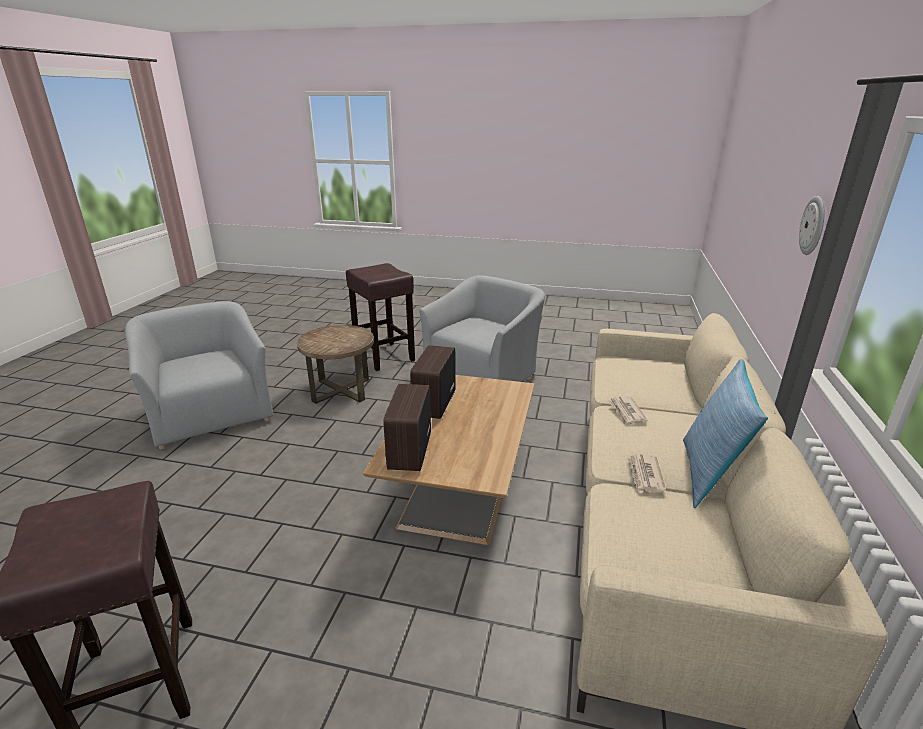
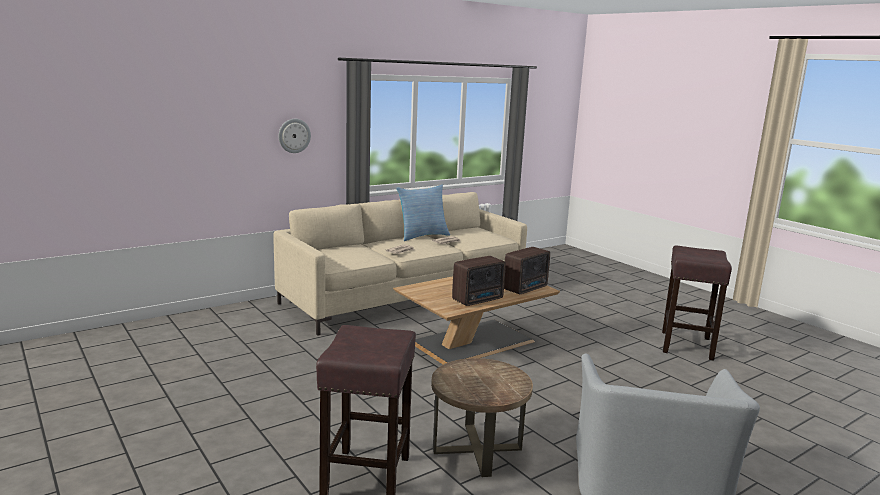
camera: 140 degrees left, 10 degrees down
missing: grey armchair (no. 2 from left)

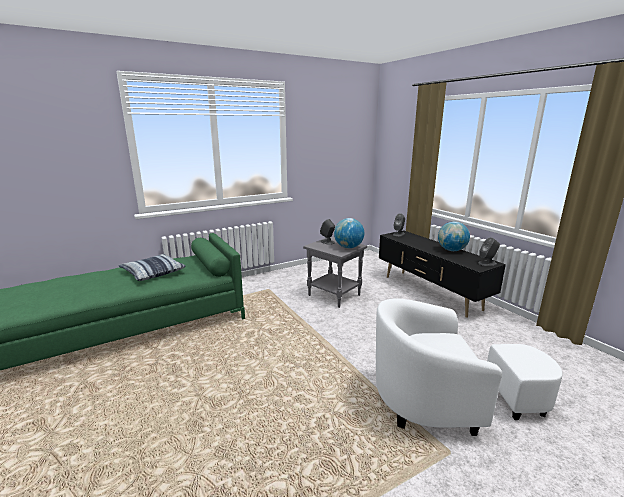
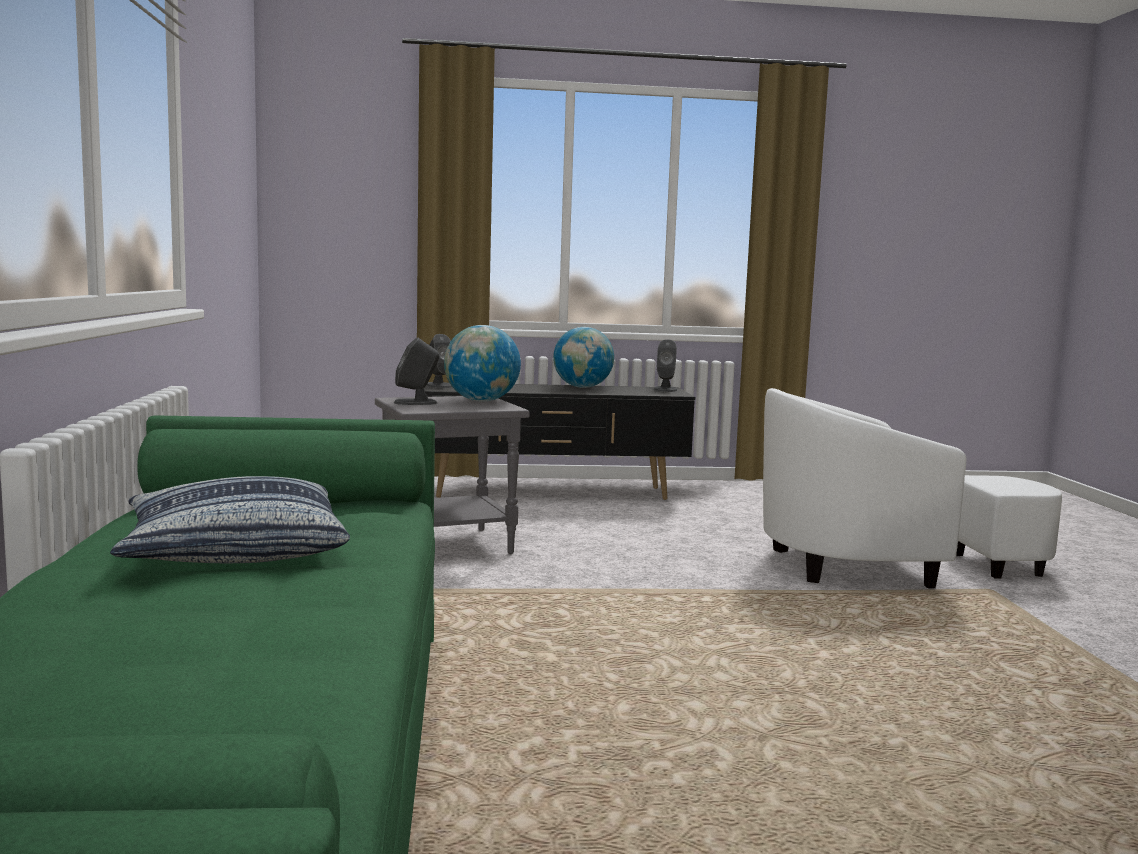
camera: 65 degrees left, 10 degrees down
spun: white armchair 60 degrees clockwise

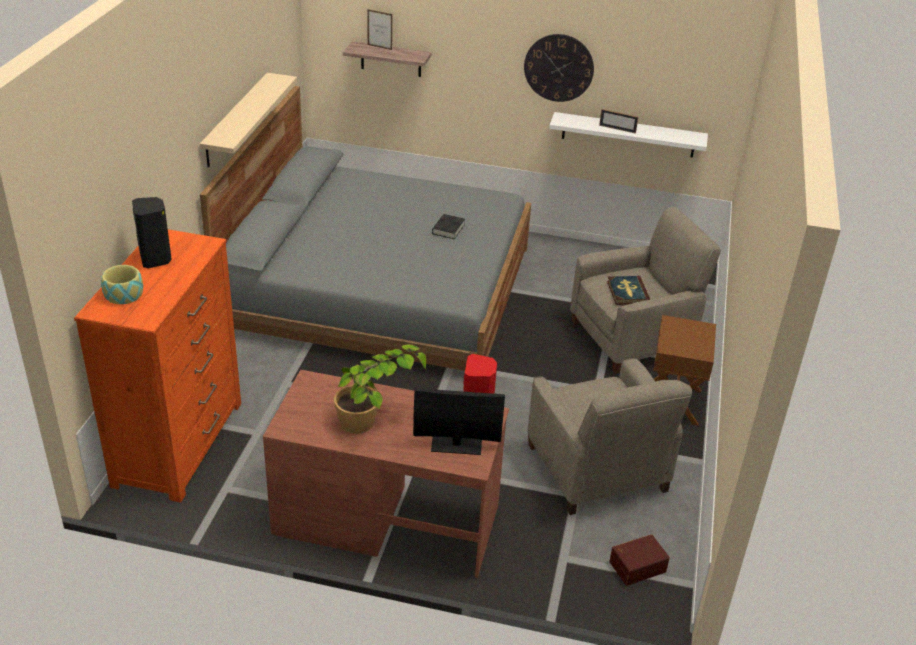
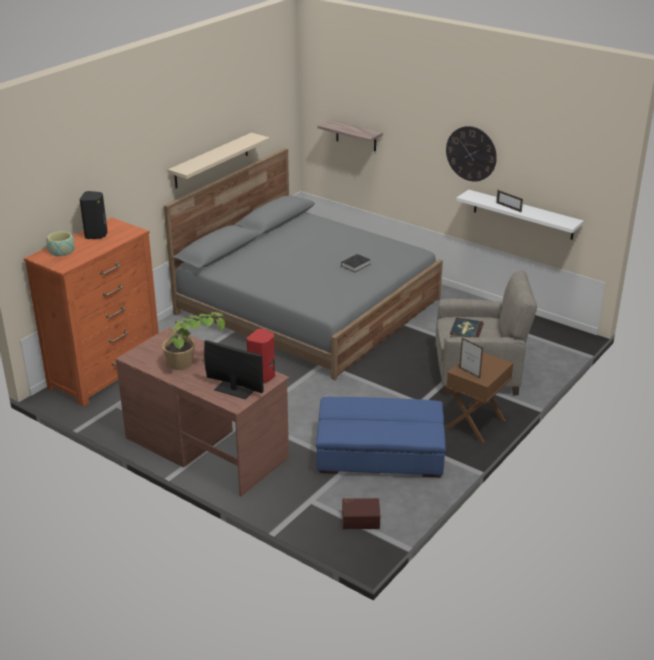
camera: 25 degrees right, 5 degrees down
relocated: picture frame (no. 1 from left)
exchanged: beige armchair (no. 1 from left) to blue ottoman

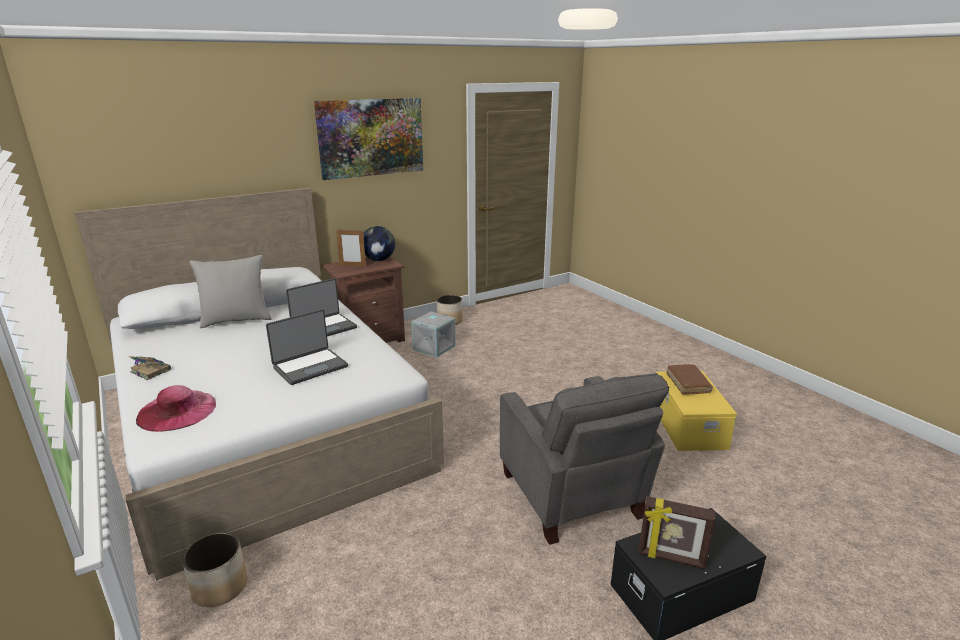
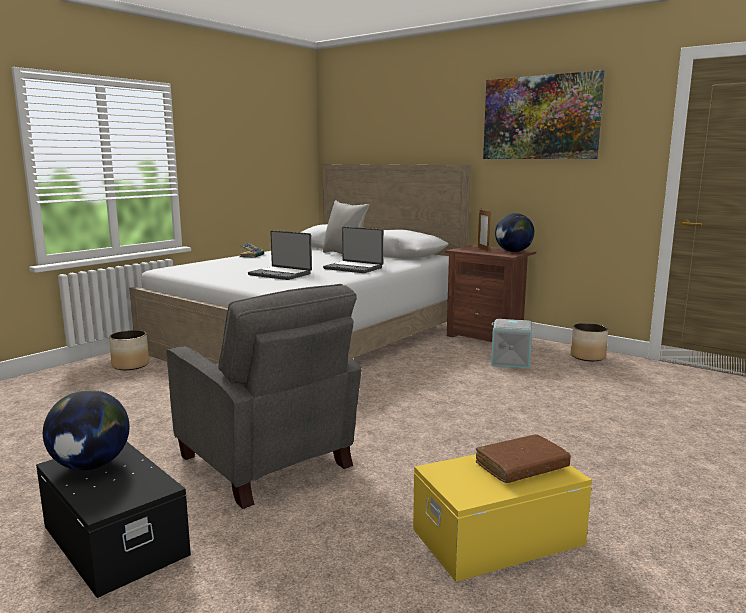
camera: 70 degrees right, 10 degrees down
missing: pink hat
exchanged: picture frame (no. 2 from left) to globe (no. 1 from left)
spun: grey armchair 90 degrees counterclockwise

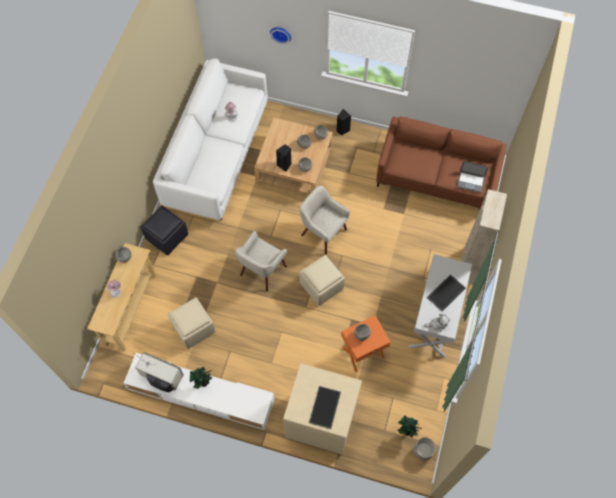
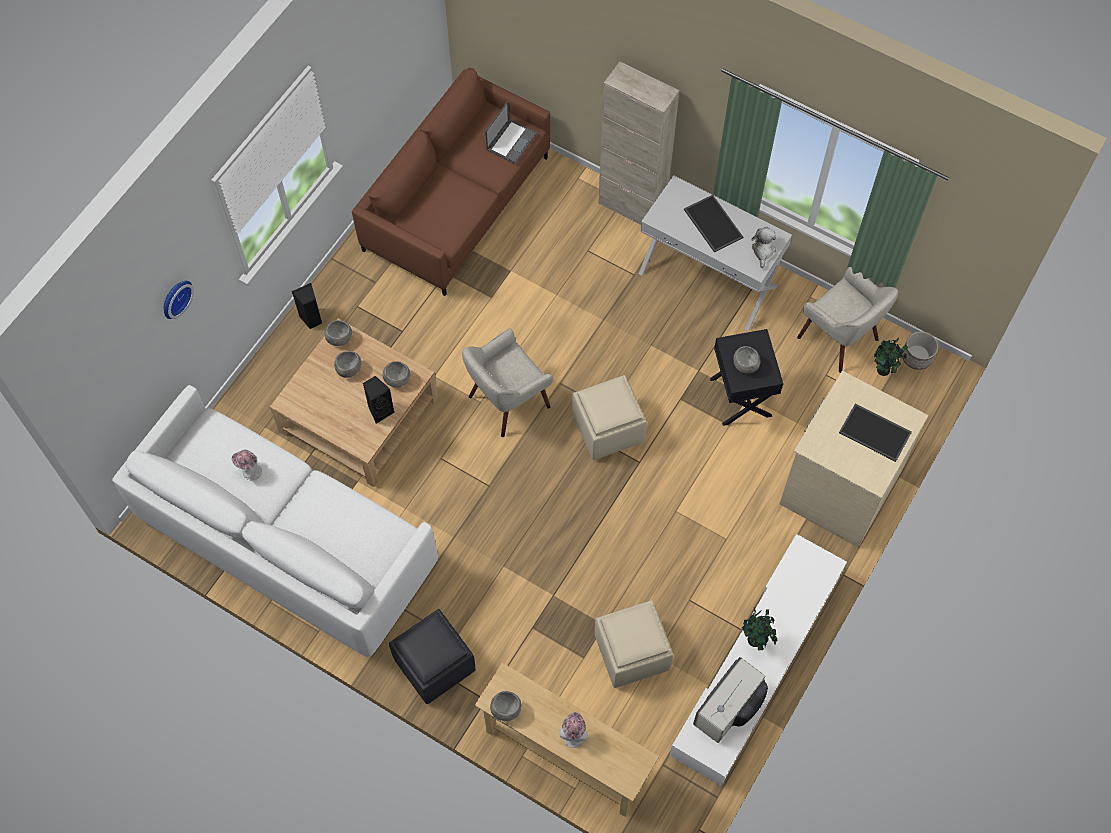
camera: 75 degrees left, 0 degrees up
relocated: beige armchair (no. 1 from left in the first image) to beige armchair (no. 2 from left)
colour: orange side table to black side table

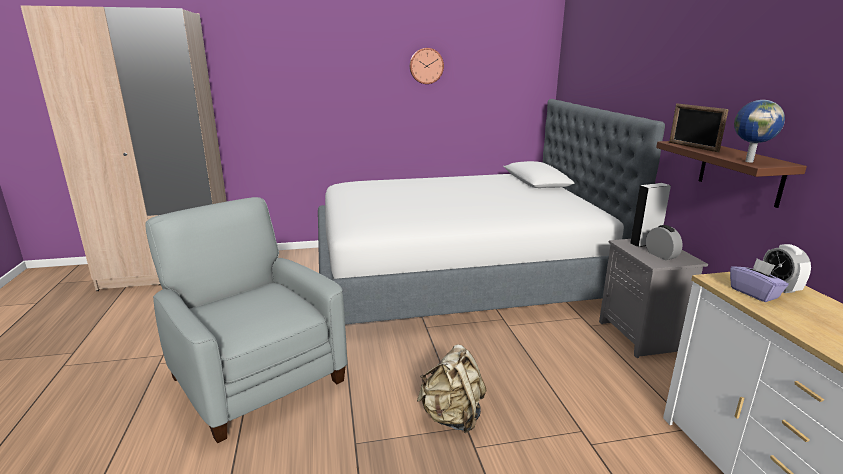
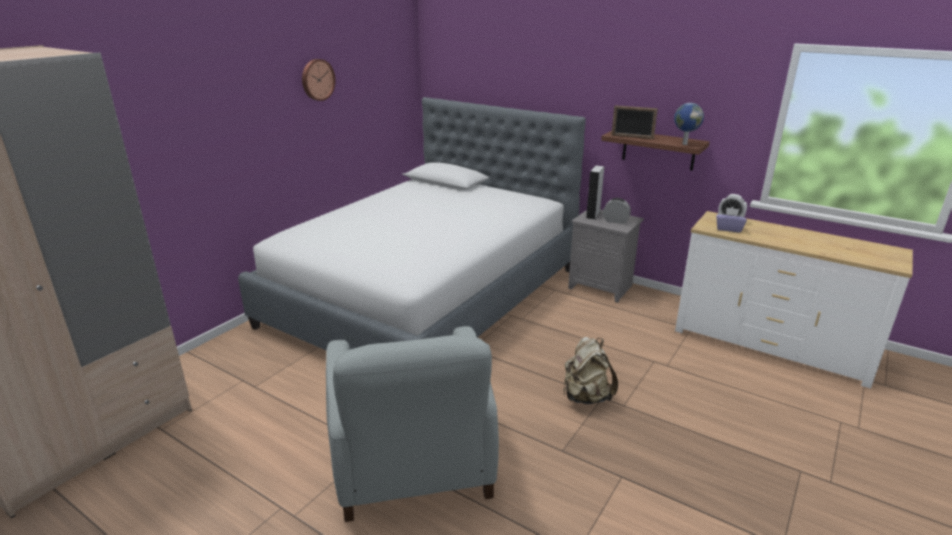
camera: 45 degrees left, 5 degrees up
spun: grey armchair 105 degrees counterclockwise

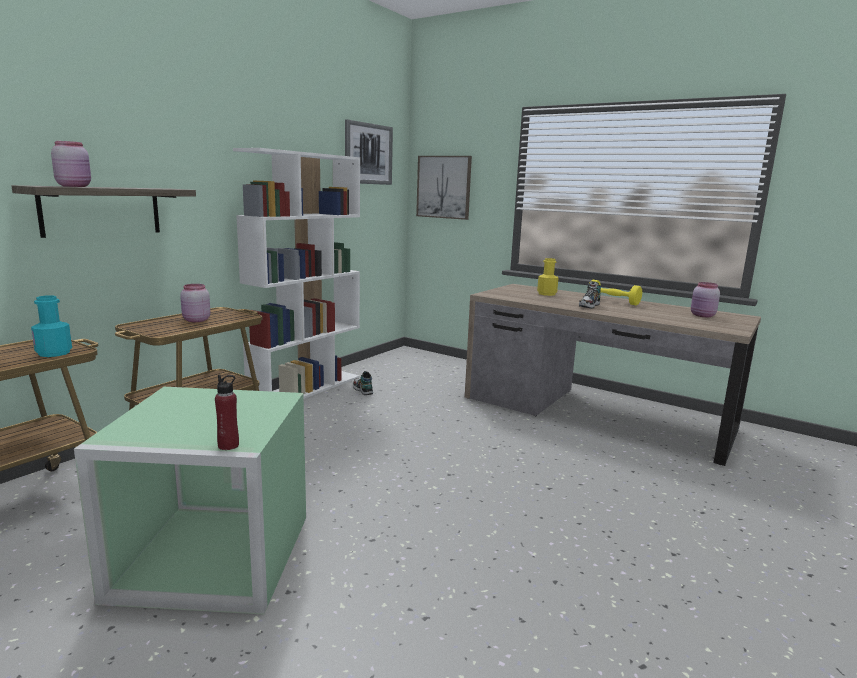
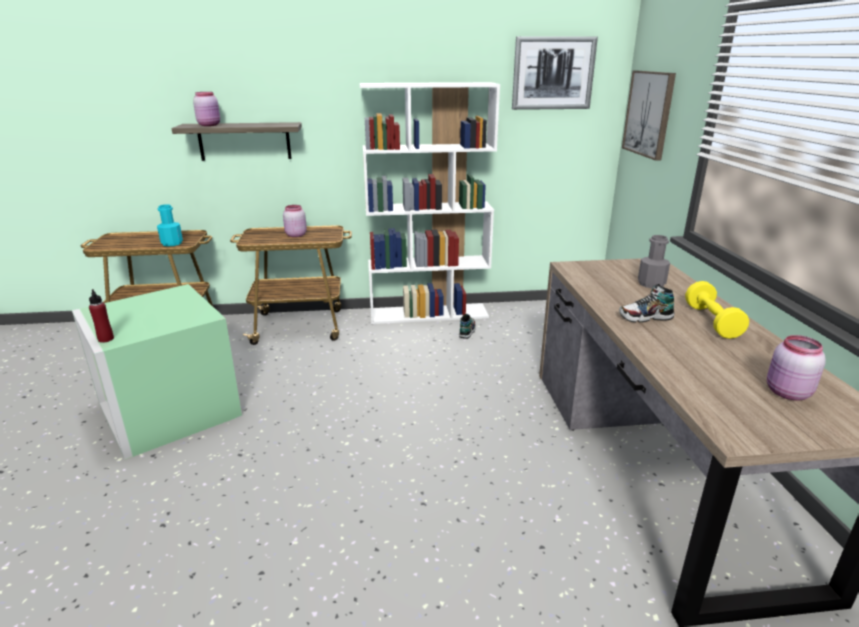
camera: 50 degrees right, 10 degrees up
colour: yellow bottle to grey bottle

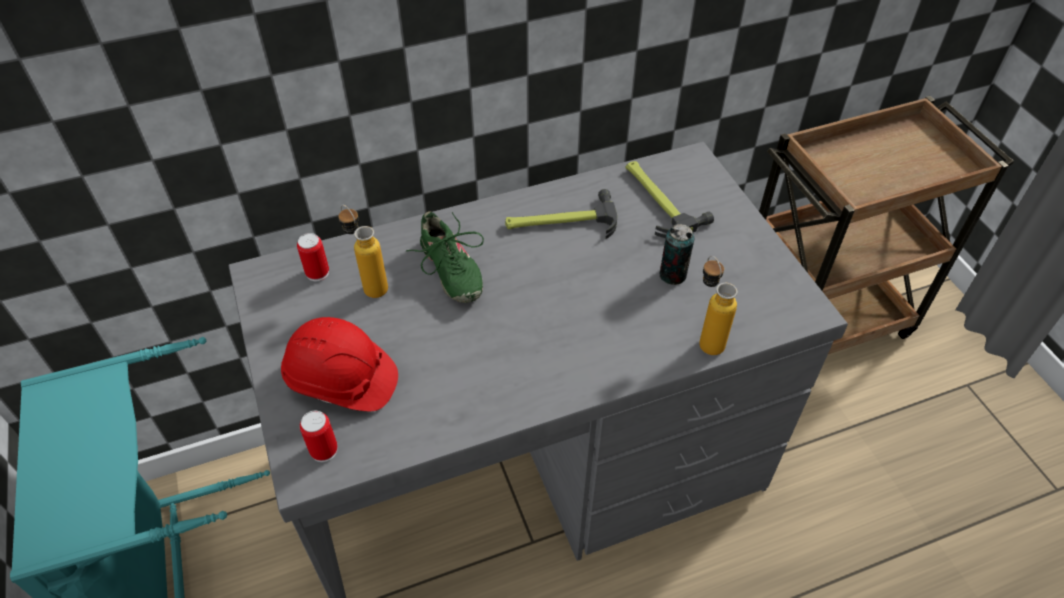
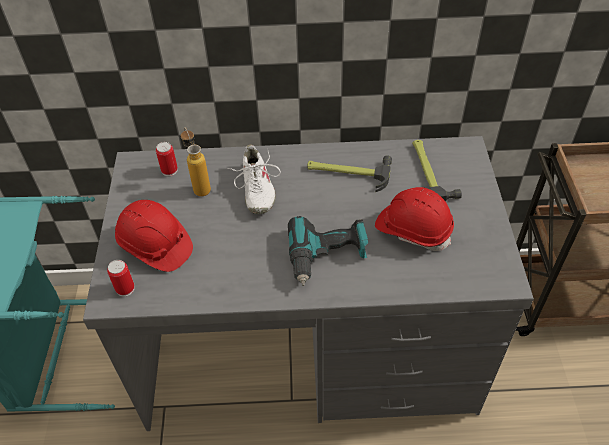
camera: 20 degrees right, 0 degrees up
missing: bottle (no. 2 from left)
appeared: power drill
exchanged: can (no. 3 from left) to red hard hat (no. 2 from left)
colour: green shoe to white shoe

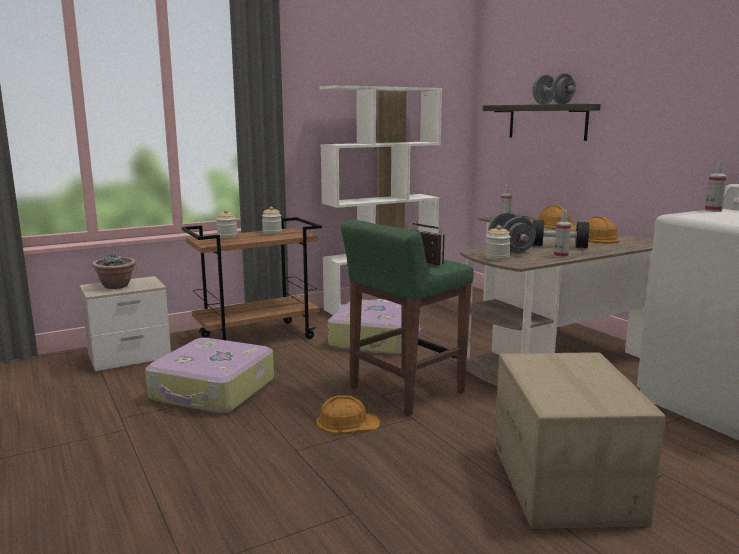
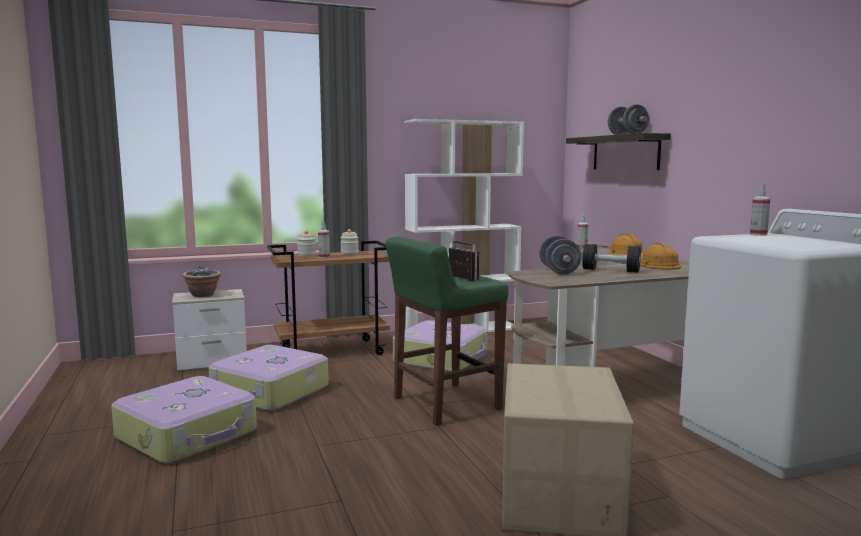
camera: 10 degrees right, 5 degrees down
missing: orange hard hat (no. 1 from left); jar (no. 3 from left)
appeared: suitcase (no. 1 from left)
relocated: spray bottle (no. 2 from left in the first image) to spray bottle (no. 1 from left)

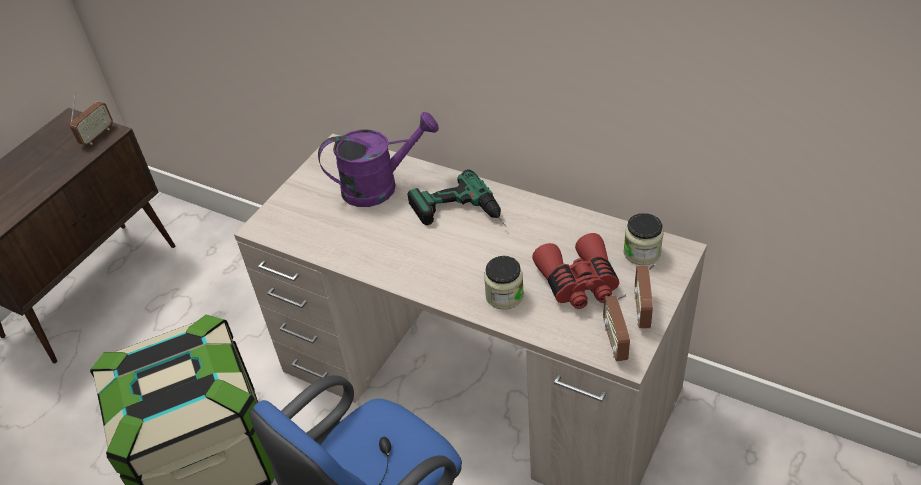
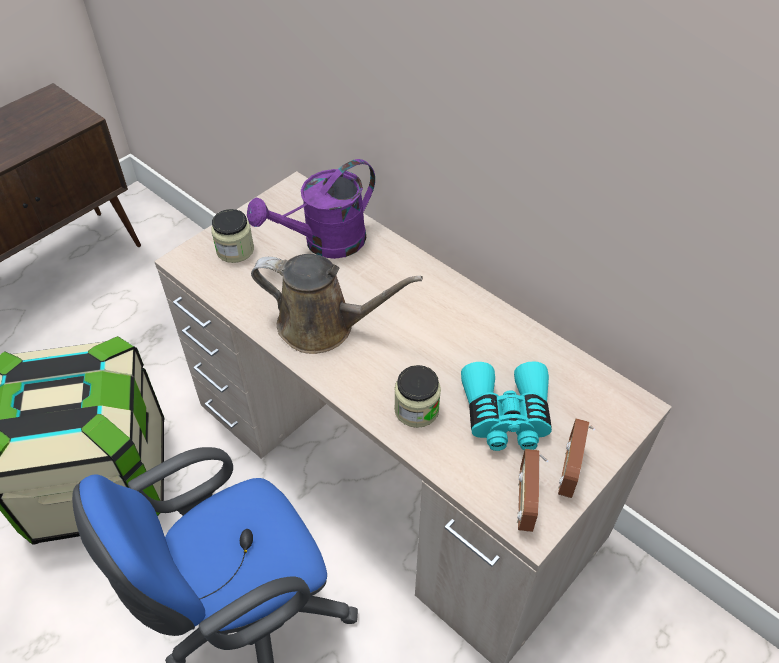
camera: 10 degrees right, 5 degrees up
missing: radio (no. 1 from left); power drill
appeared: brown watering can
relocated: jar (no. 2 from left in the first image) to jar (no. 1 from left)
colour: red binoculars to turquoise binoculars
spun: purple watering can 150 degrees clockwise

